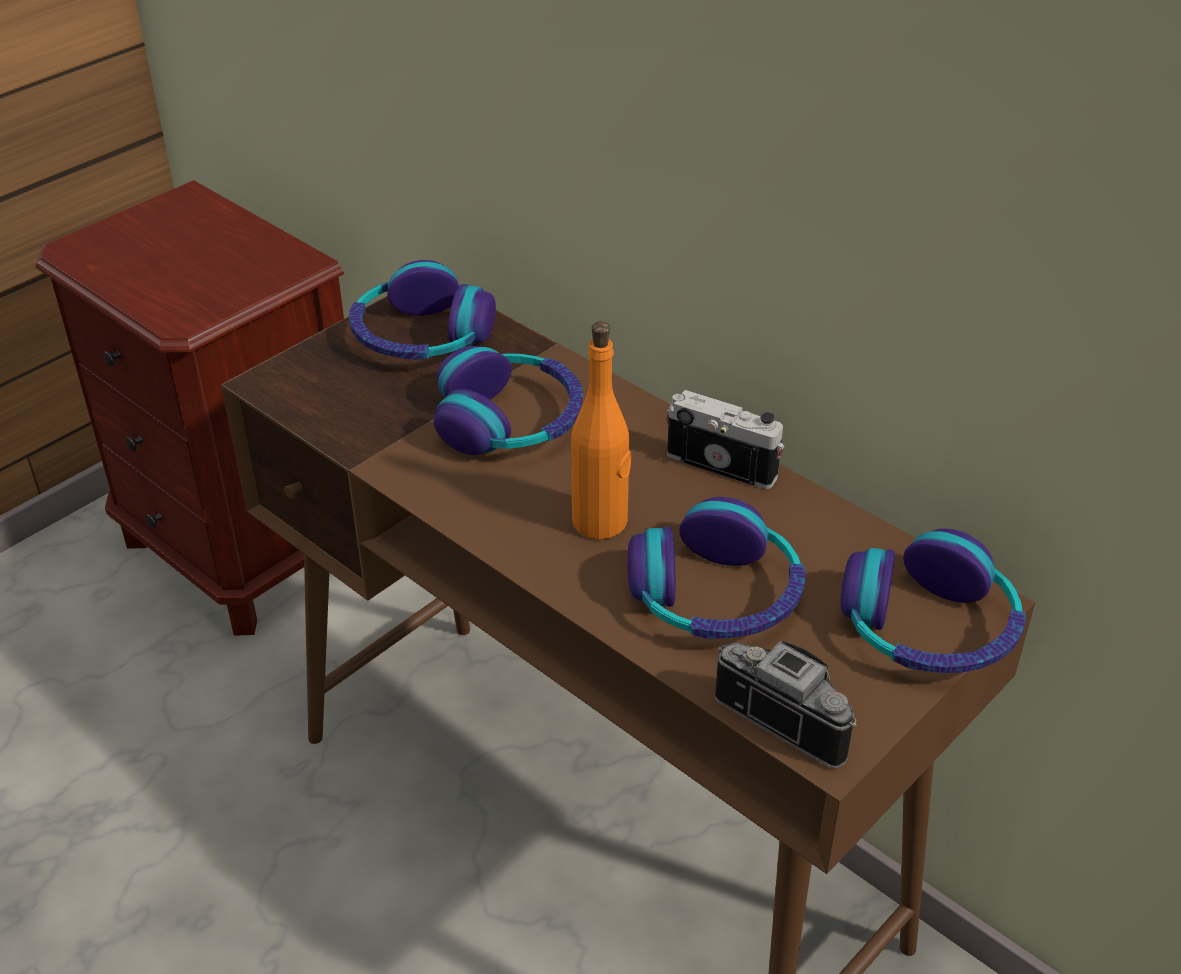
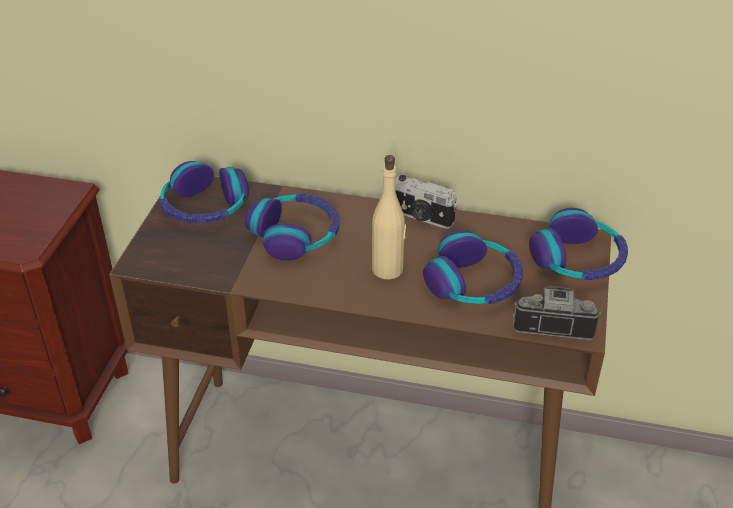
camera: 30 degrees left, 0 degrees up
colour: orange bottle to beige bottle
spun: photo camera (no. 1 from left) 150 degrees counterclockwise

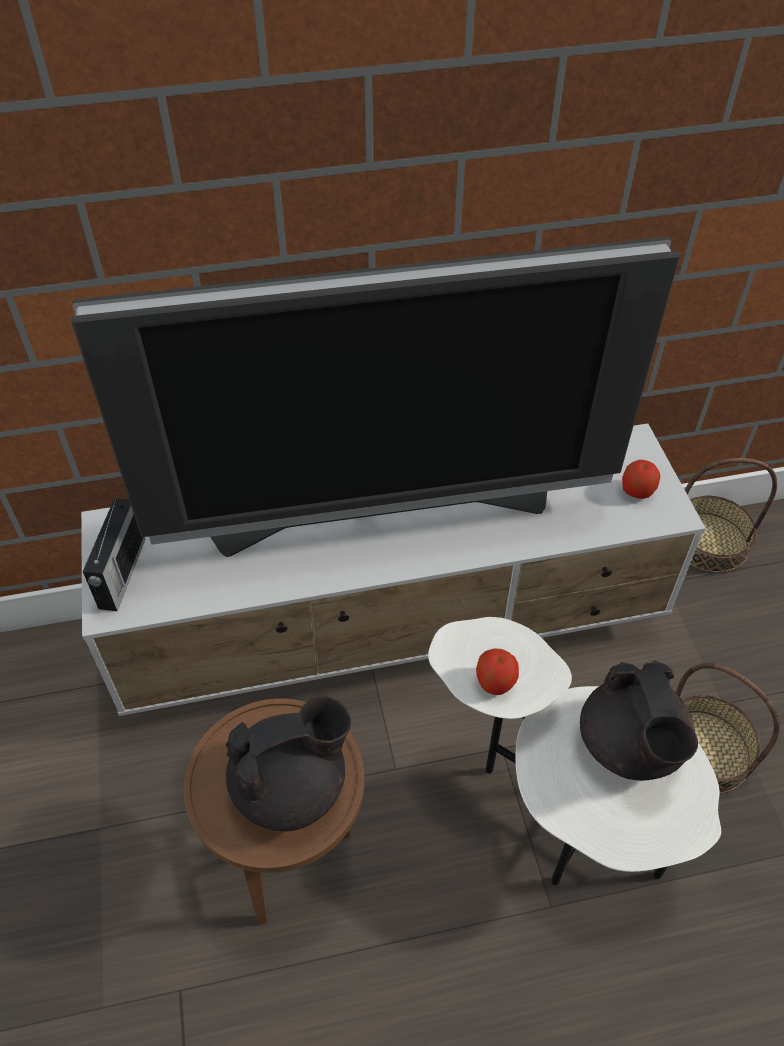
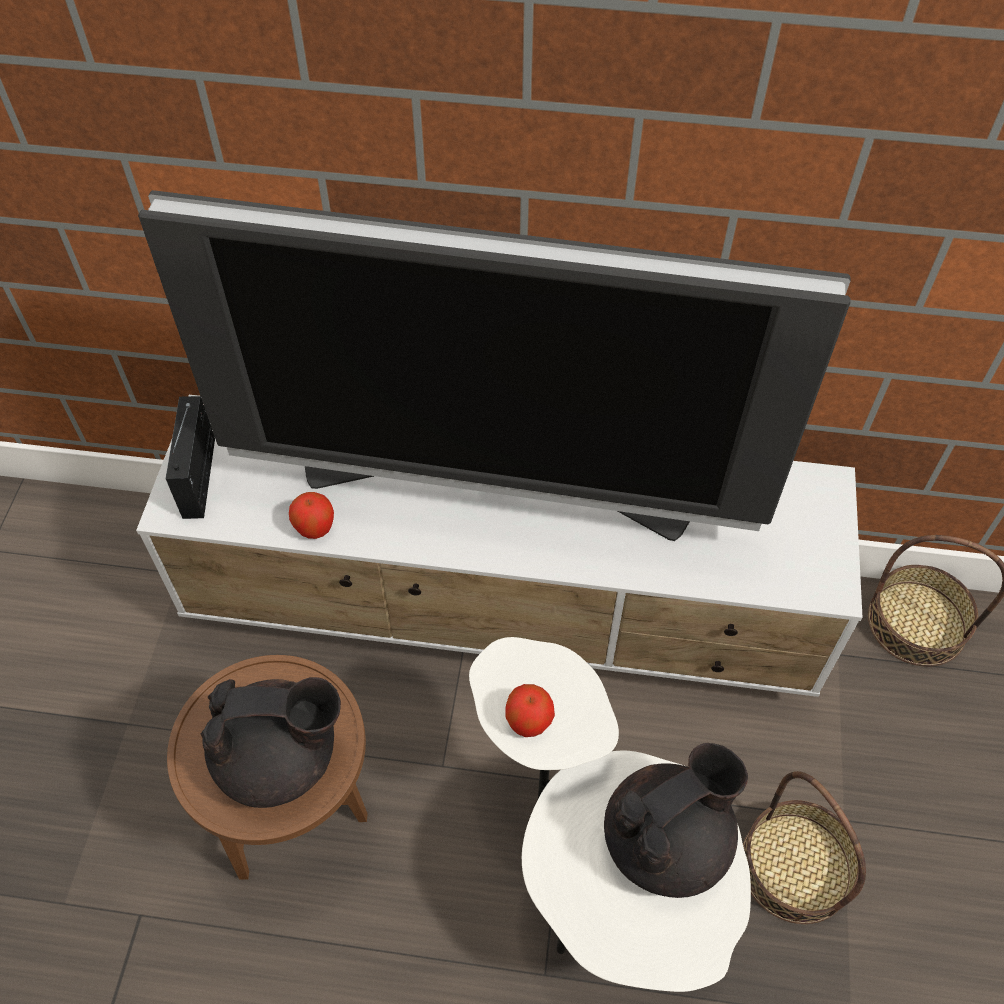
camera: 20 degrees right, 5 degrees up
relocated: apple (no. 2 from left in the first image) to apple (no. 1 from left)
spun: radio 150 degrees clockwise; black teapot (no. 2 from left) 135 degrees counterclockwise

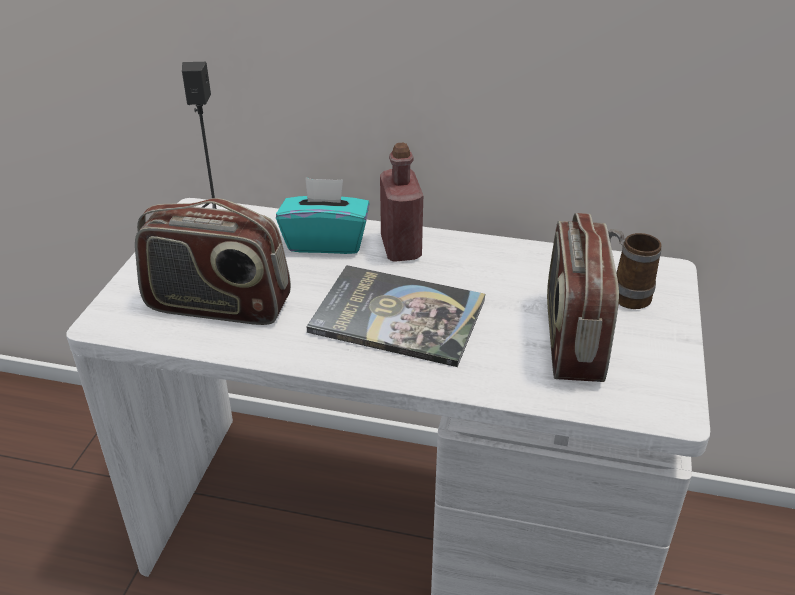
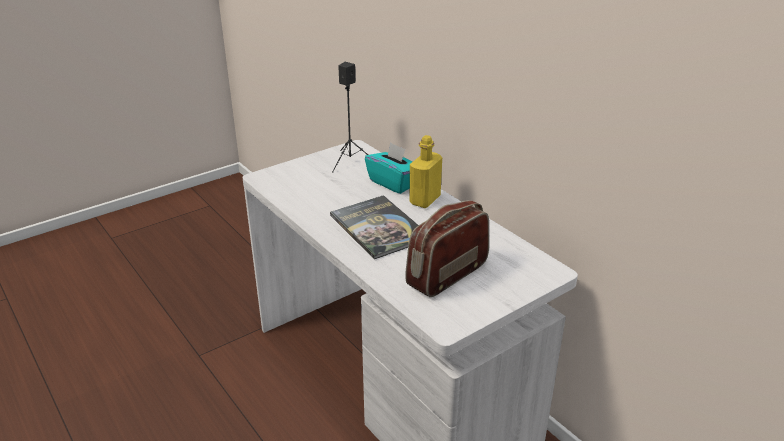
camera: 40 degrees right, 5 degrees down
missing: radio (no. 1 from left); mug
colour: red bottle to yellow bottle

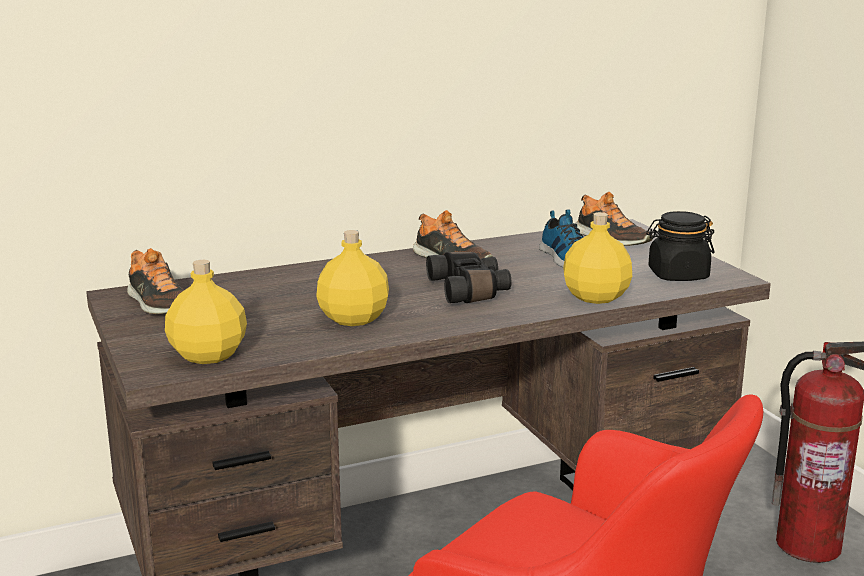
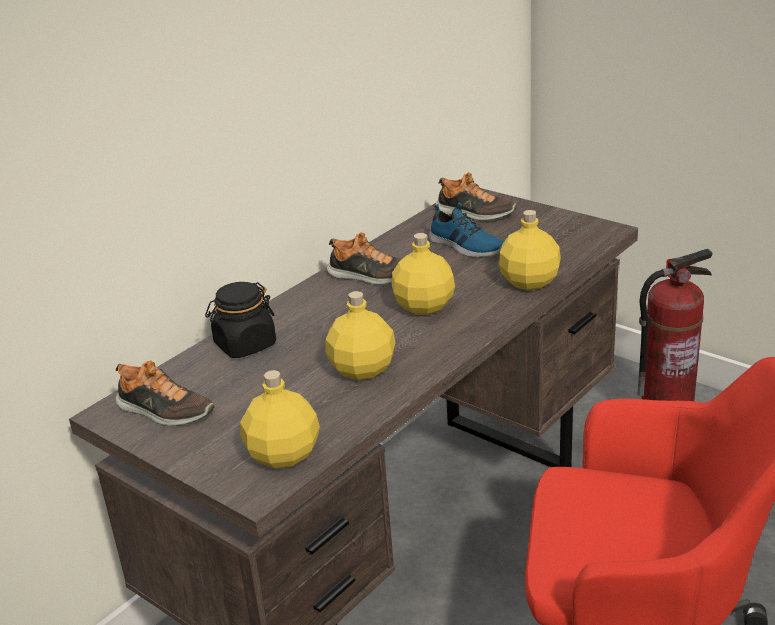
camera: 25 degrees left, 10 degrees up
relocated: black jar
exchanged: black binoculars to yellow bottle (no. 3 from left)

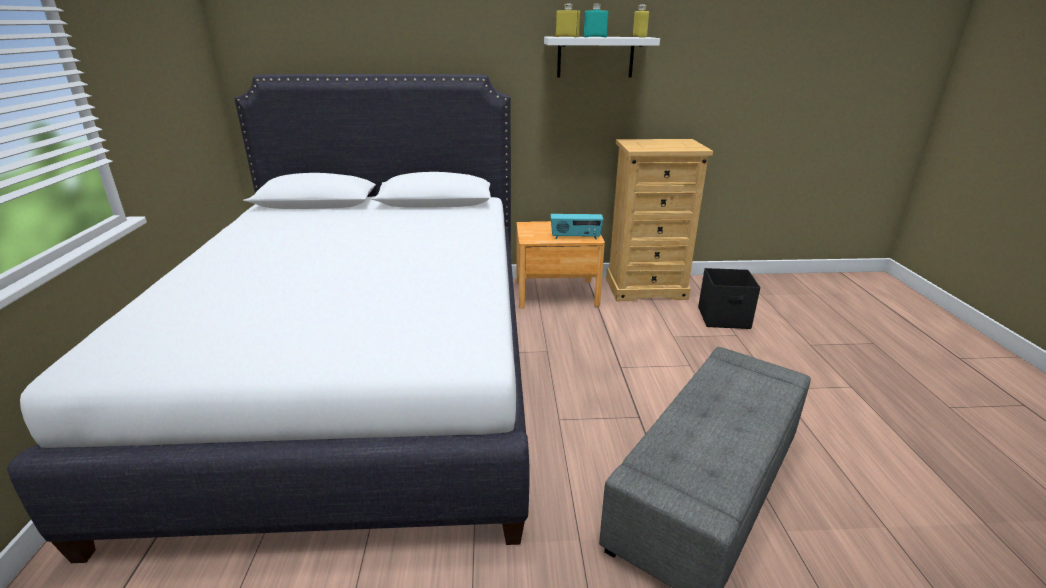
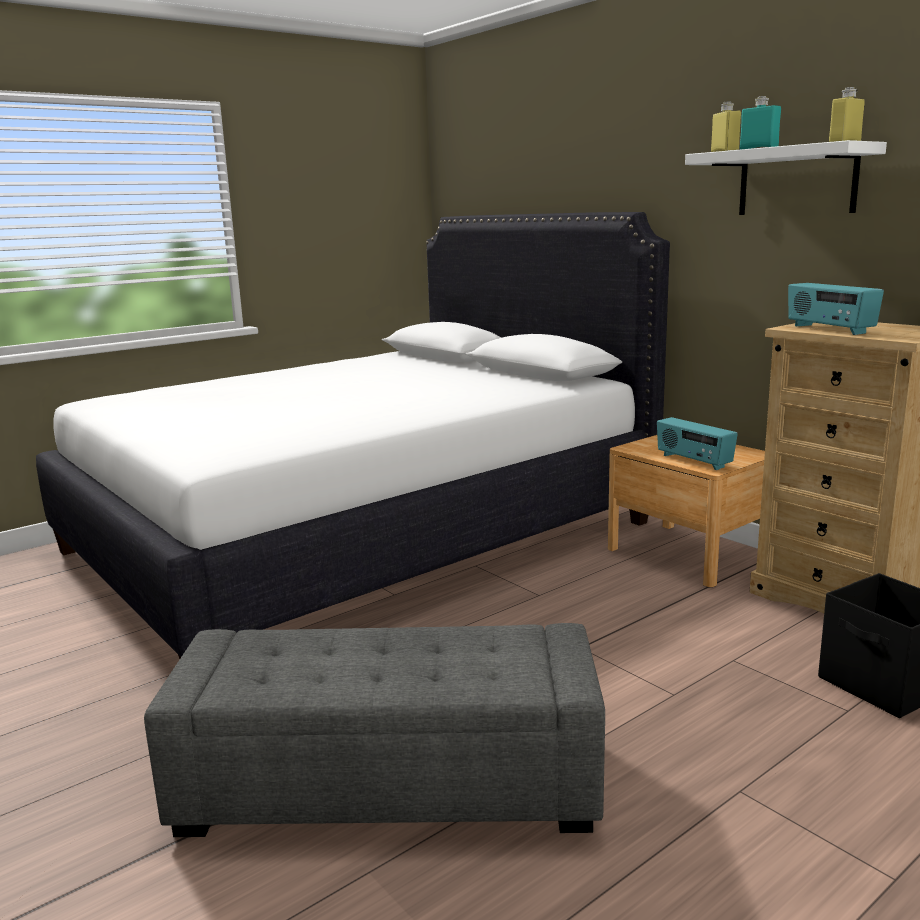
camera: 55 degrees right, 10 degrees down
appeared: radio (no. 2 from left)

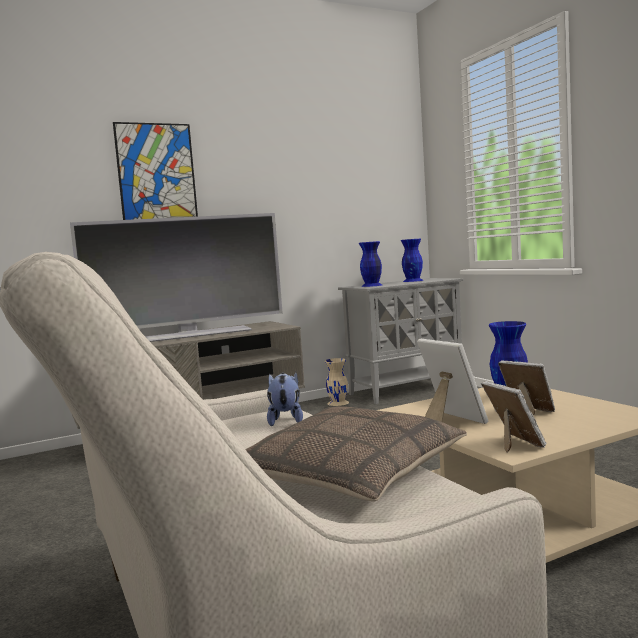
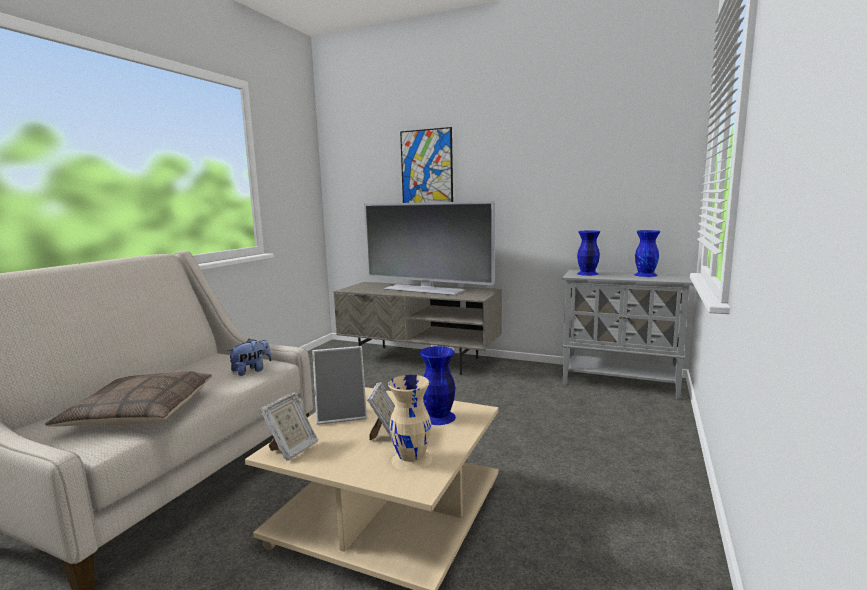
camera: 50 degrees right, 5 degrees up
relocated: beige vase
spun: picture frame (no. 1 from left in the first image) 60 degrees clockwise

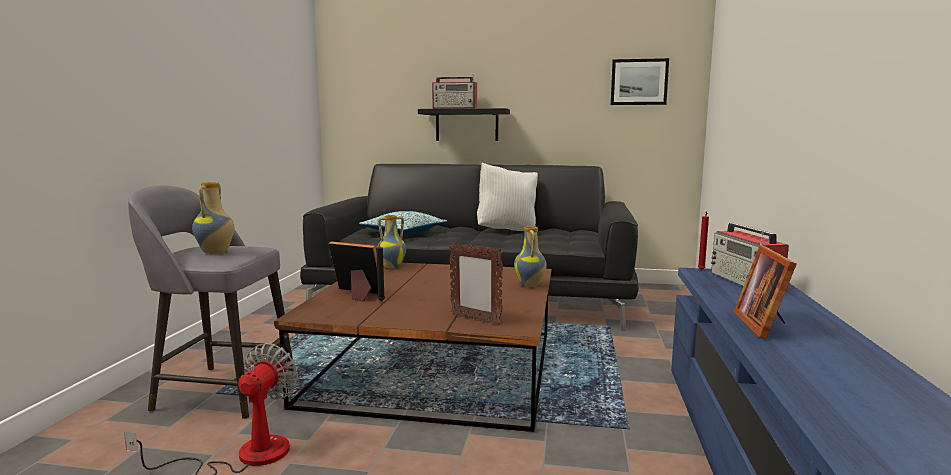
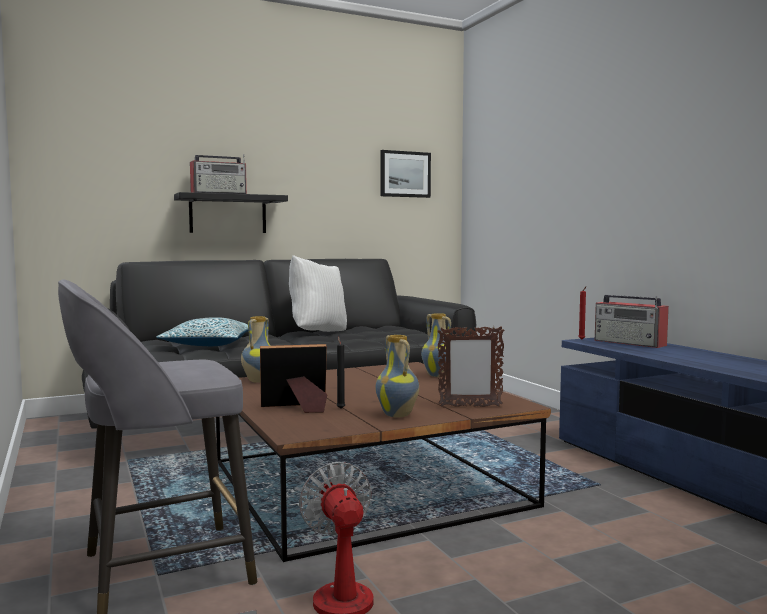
camera: 35 degrees left, 5 degrees down
missing: picture frame (no. 3 from left)
relocated: vase (no. 1 from left in the first image) to vase (no. 2 from left)

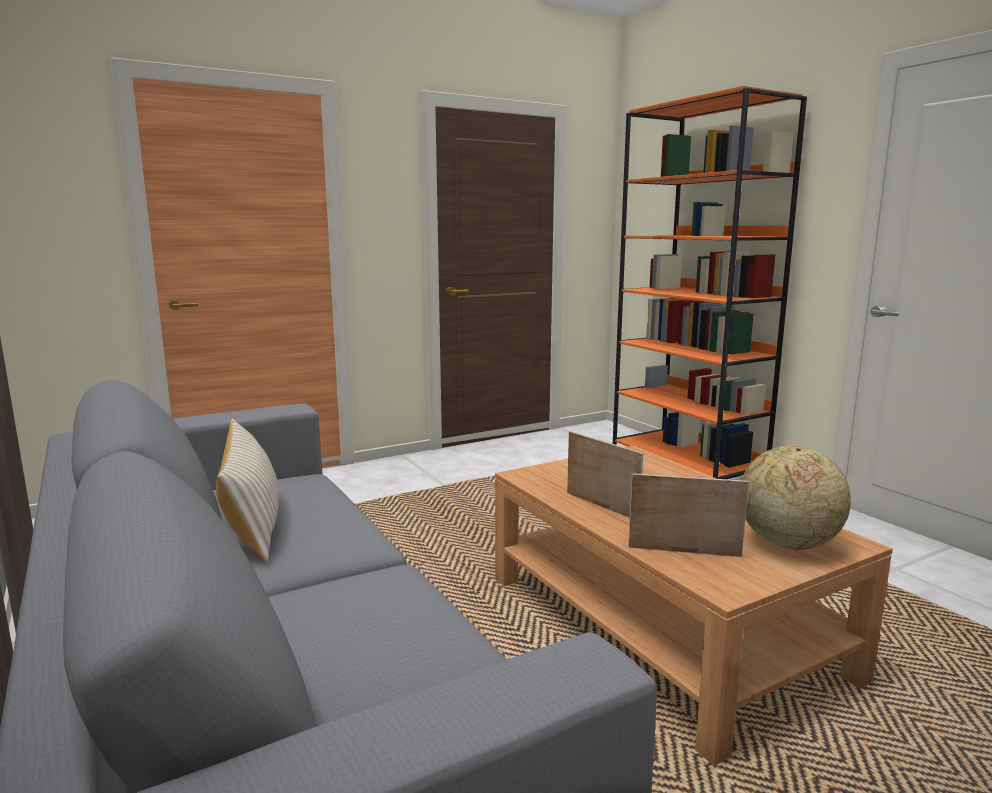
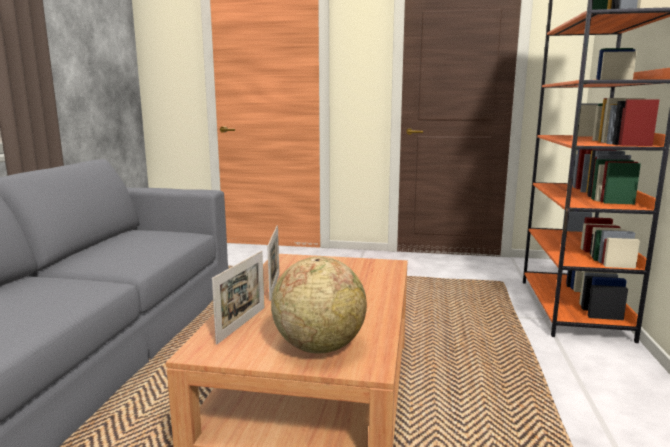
camera: 40 degrees right, 0 degrees up
missing: beige pillow
spun: picture frame (no. 2 from left in the first image) 60 degrees clockwise

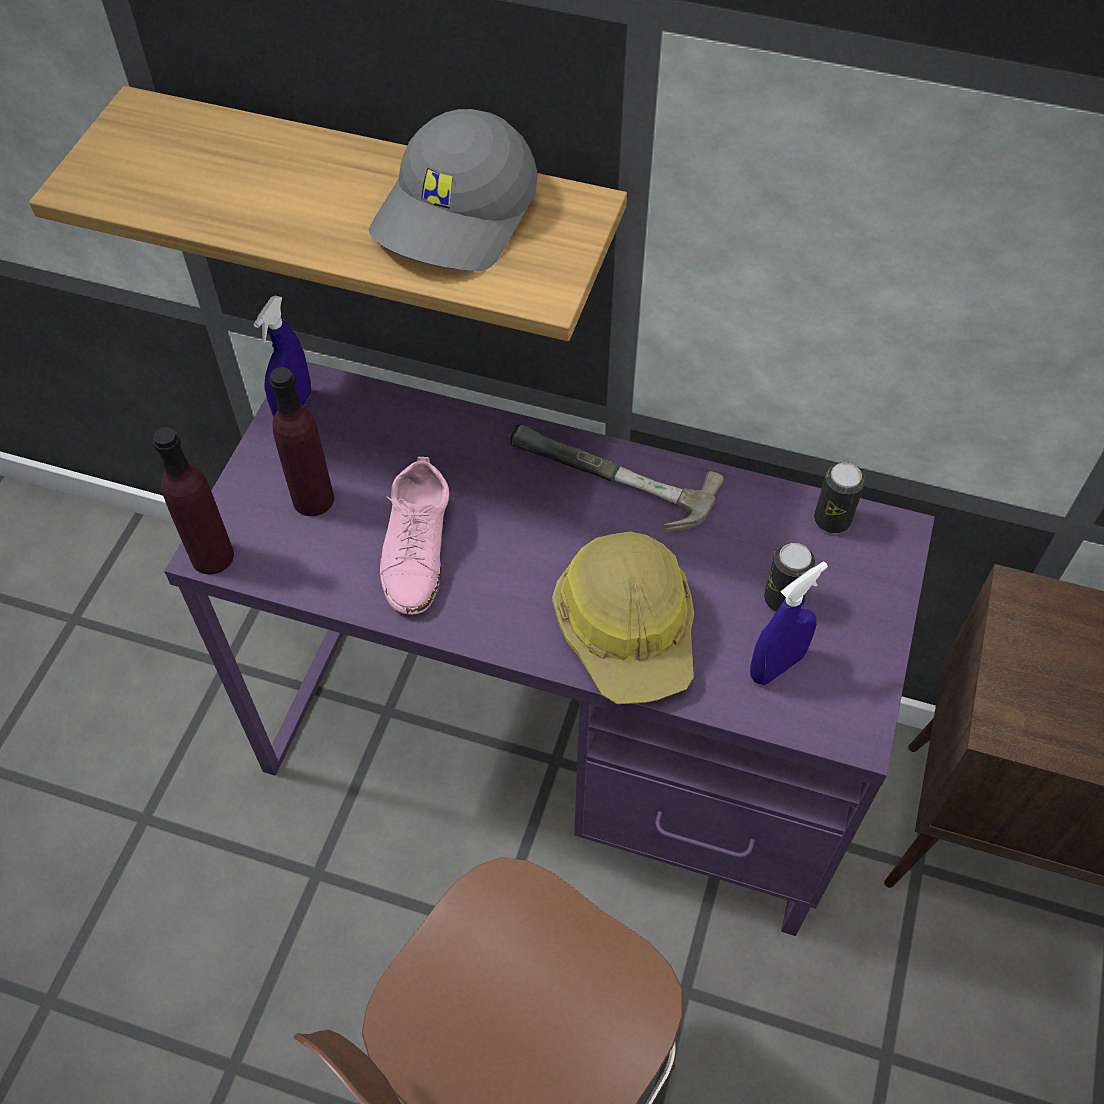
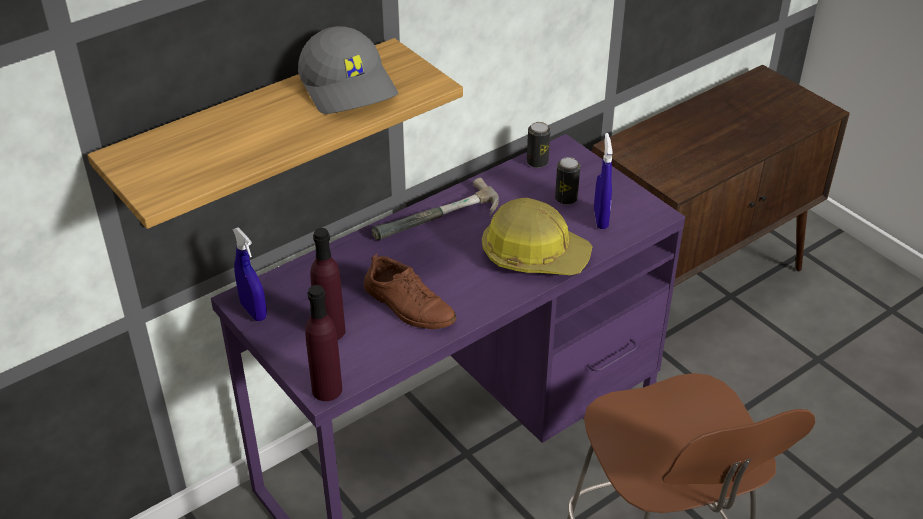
camera: 55 degrees left, 15 degrees down
colour: pink shoe to brown shoe

